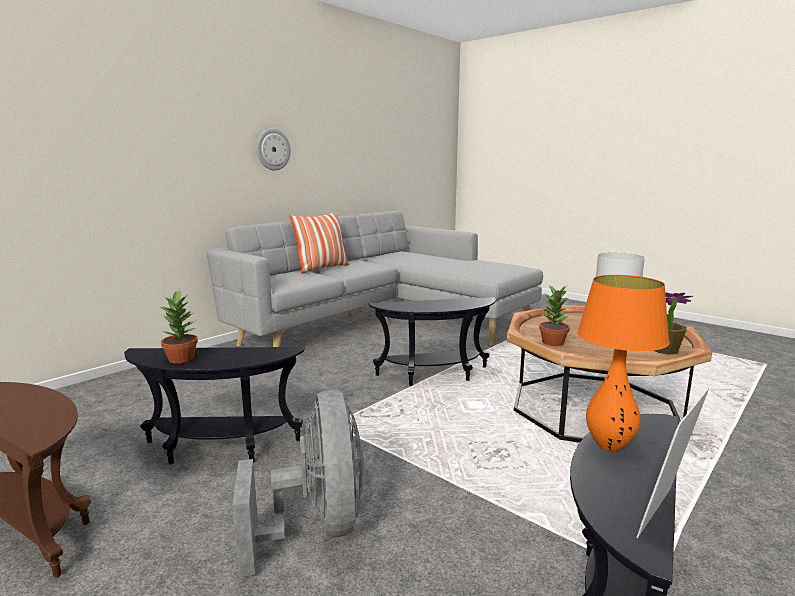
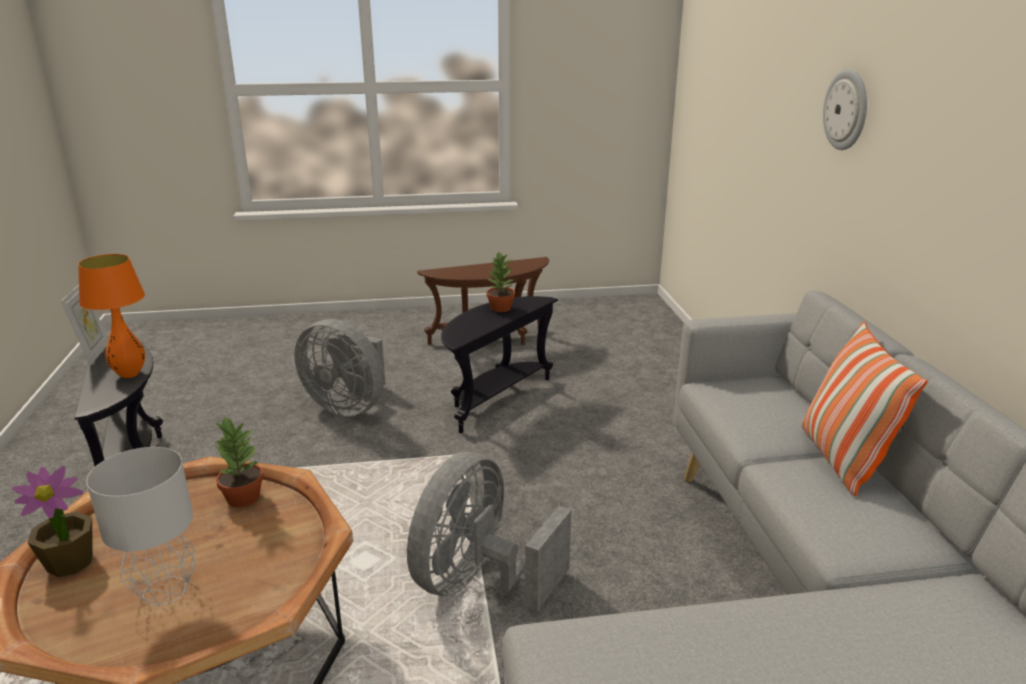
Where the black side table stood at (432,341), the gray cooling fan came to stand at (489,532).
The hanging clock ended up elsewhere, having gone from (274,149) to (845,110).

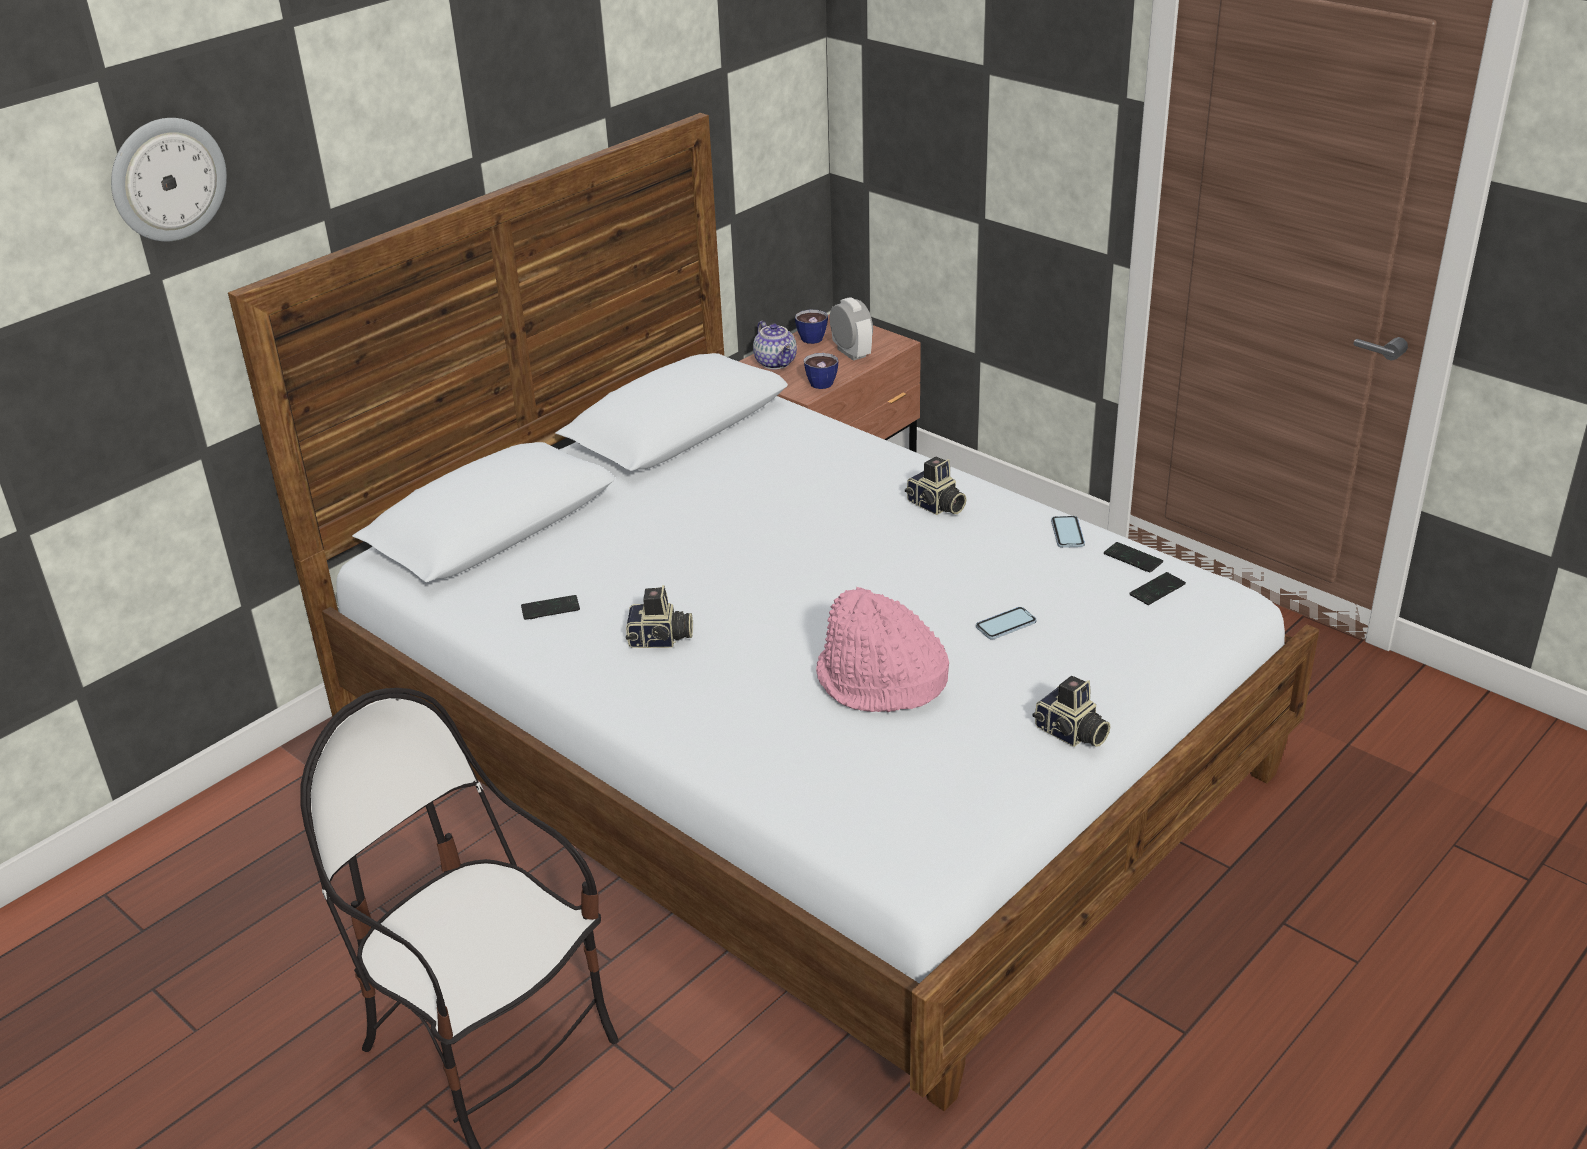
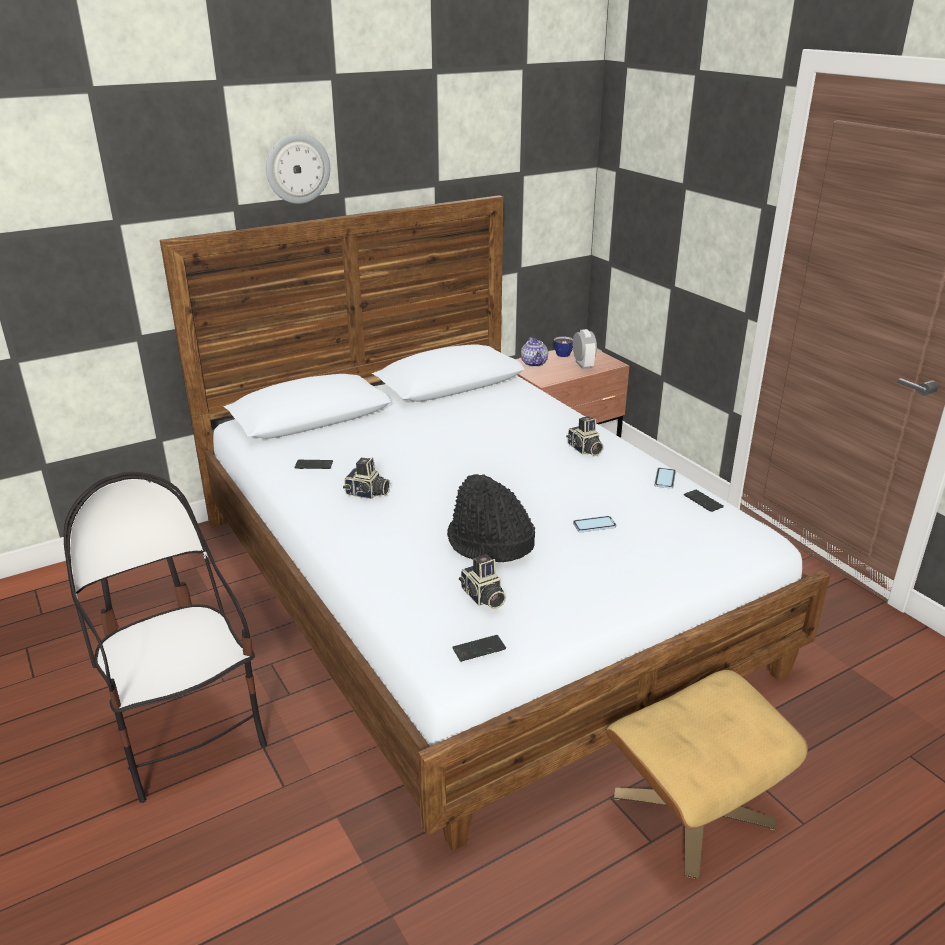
The hanging clock ended up elsewhere, having gone from (169,180) to (298,168).
What was the pinkish clothing hat at (882,649) turned into the black clothing hat at (491,518).
The handset ended up elsewhere, having gone from (1157,588) to (479,648).
The photo camera ended up elsewhere, having gone from (1071,711) to (482,581).
The second view gained the beige footrest at (707,774).
The second view lost the cup at (821,371).

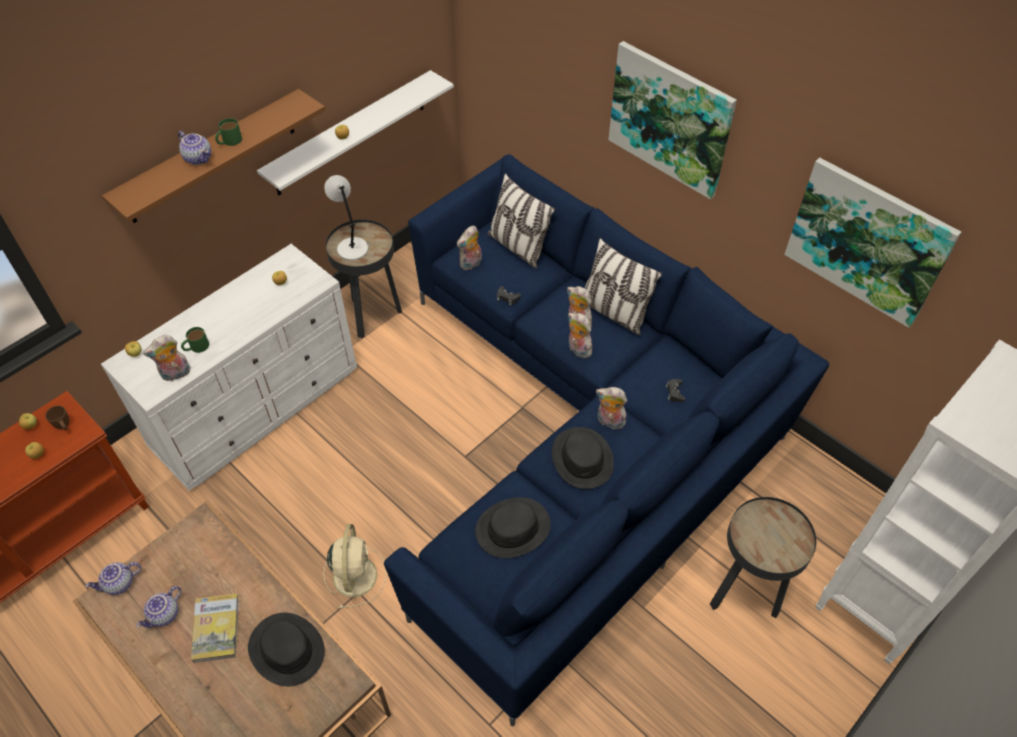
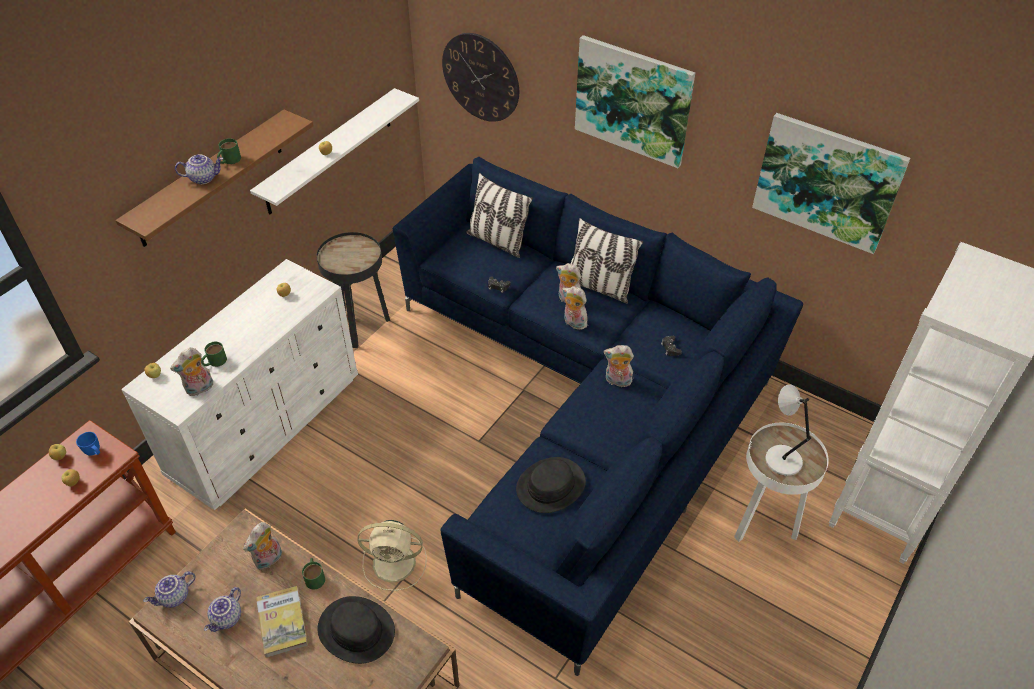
What was the brown tea mug at (57,418) turned into the blue tea mug at (88,444).
The teapot at (194,148) ended up facing another way, 45 degrees counterclockwise from before.
The cuddly toy ended up elsewhere, having gone from (469,248) to (262,546).
The second view gained the greenish tea mug at (313,574).
The beige cooling fan at (354,566) ended up facing another way, 105 degrees clockwise from before.
The second view gained the hanging clock at (480,77).
What was the black side table at (763,557) turned into the white side table at (781,482).
The gray lamp for a table ended up elsewhere, having gone from (346,217) to (788,430).
The second view lost the black clothing hat at (583,458).

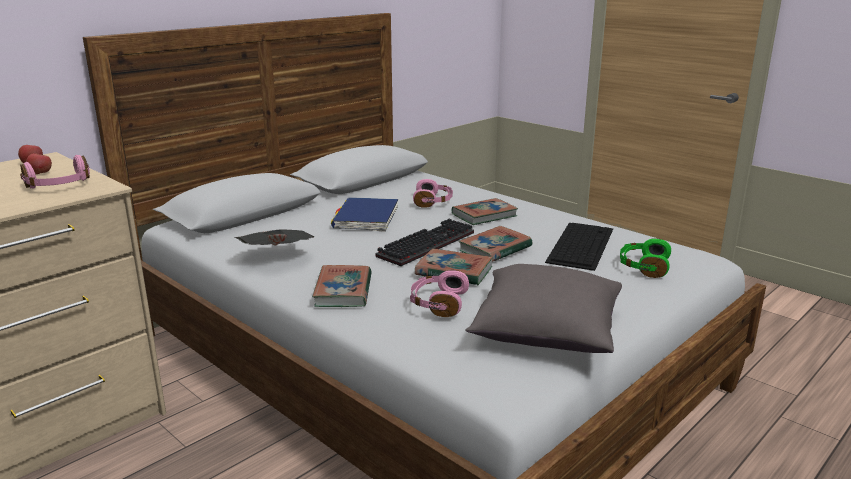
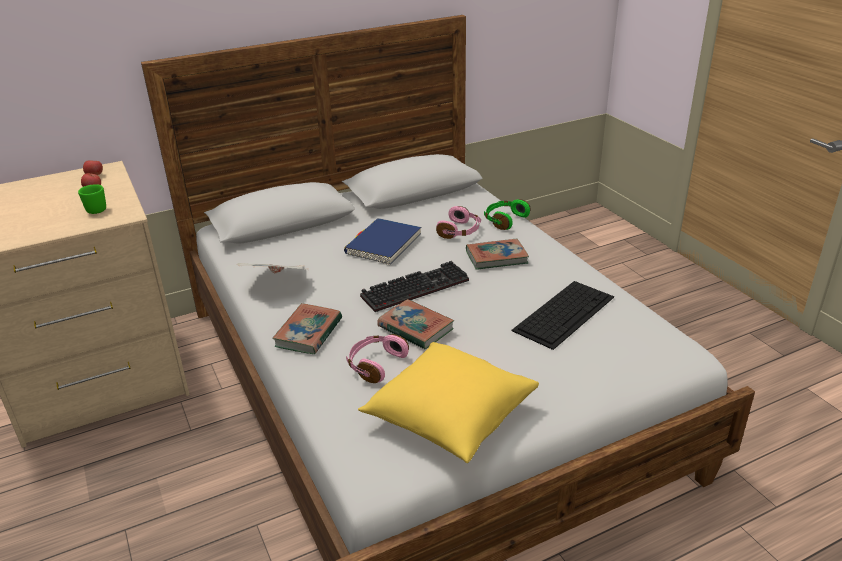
Where the pinkish pair of headphones stood at (55,172), the greenish tea mug came to stand at (92,199).
What was the gray cushion at (543,308) turned into the yellowish cushion at (448,402).
The greenish pair of headphones ended up elsewhere, having gone from (645,258) to (507,214).
The second view lost the bound book at (495,244).

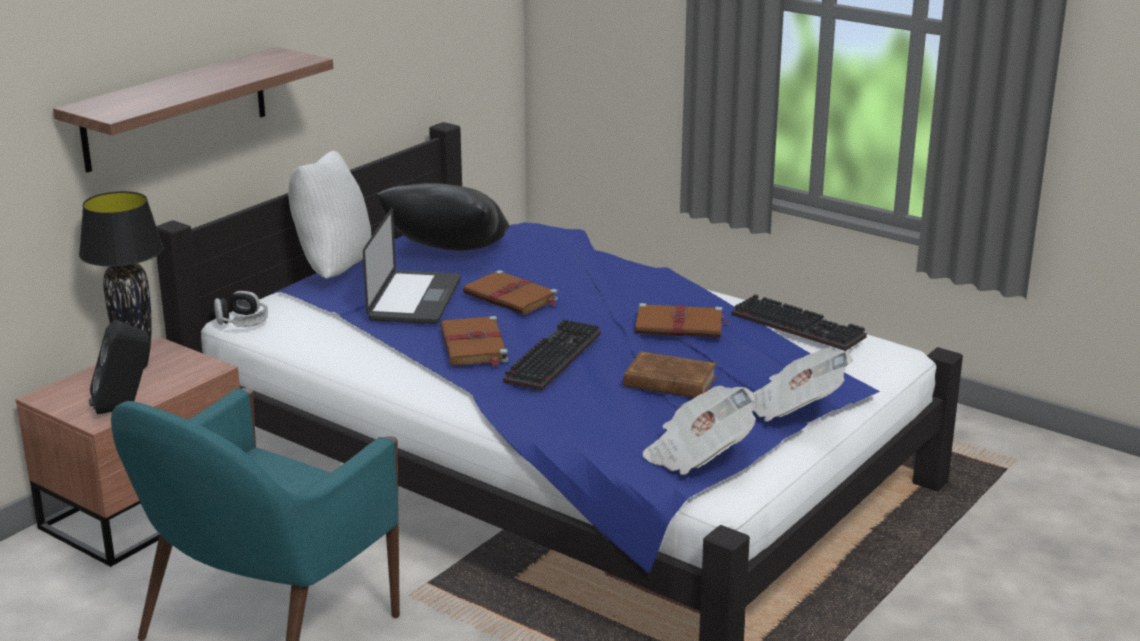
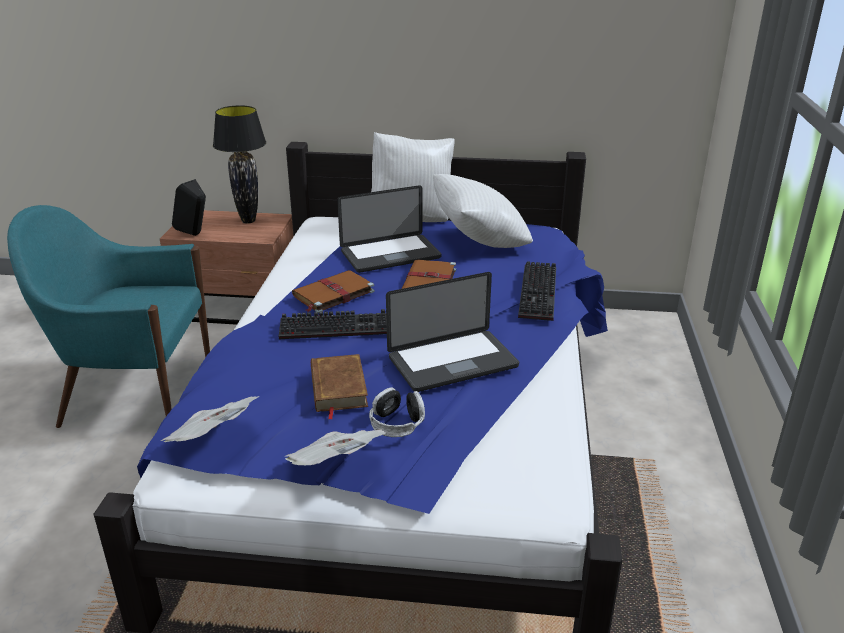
The pair of headphones ended up elsewhere, having gone from (241,309) to (397,412).
Where the brown bound book stood at (681,320), the notebook computer came to stand at (452,332).
What was the black cushion at (442,217) turned into the white cushion at (483,211).
The computer keyboard ended up elsewhere, having gone from (799,322) to (537,291).
The second view lost the wall shelf at (193,110).

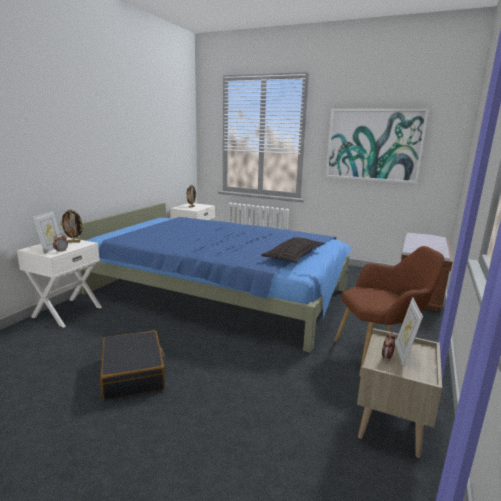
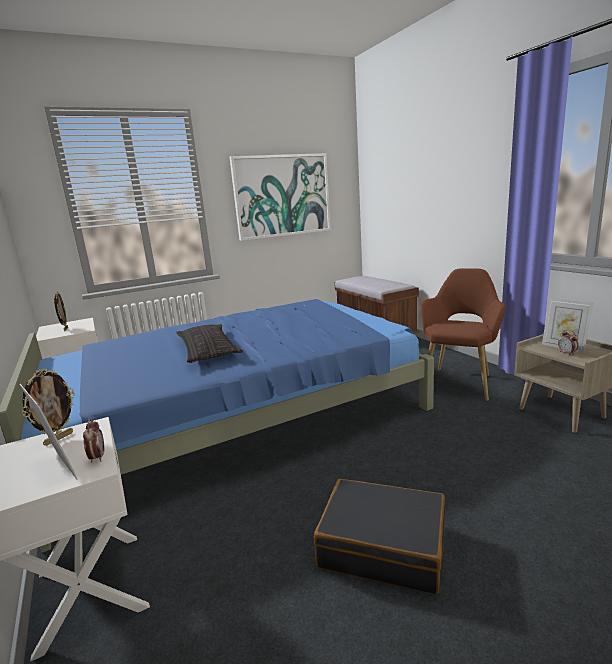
The cushion ended up elsewhere, having gone from (292,250) to (209,343).

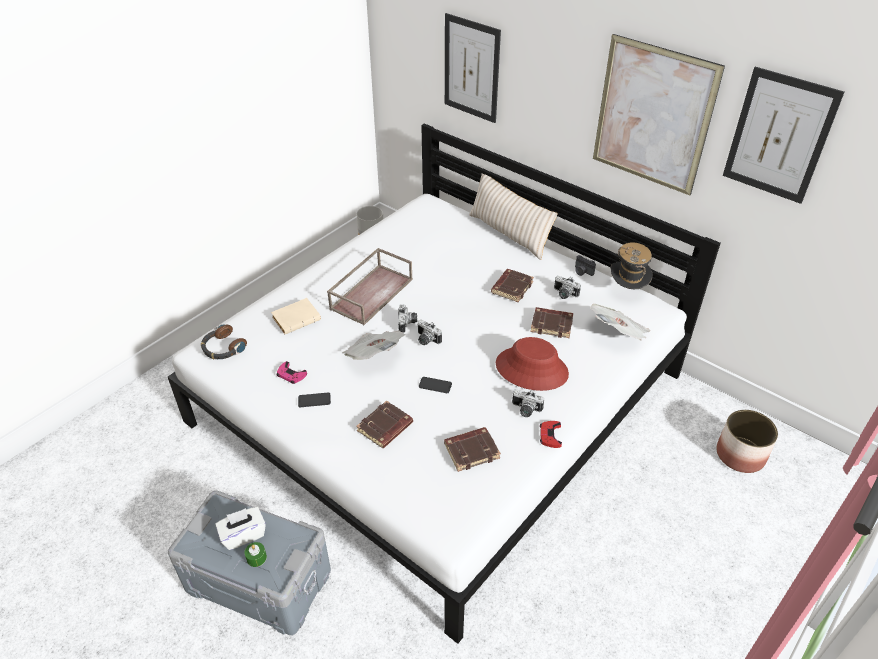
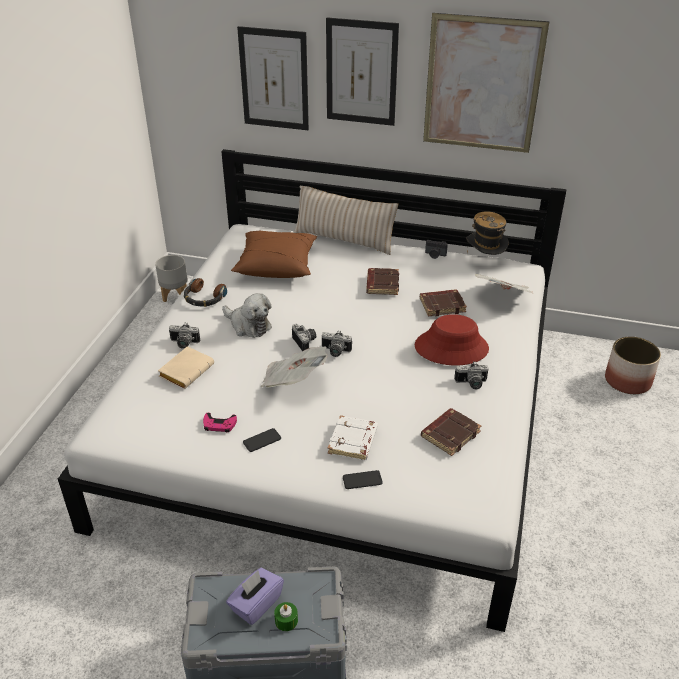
The photo camera ended up elsewhere, having gone from (567,287) to (184,336).
The pair of headphones ended up elsewhere, having gone from (224,341) to (205,292).
Where the brown tray stood at (370,286), the cuddly toy came to stand at (247,315).
What was the white tissue holder at (240,528) turned into the purple-coloured tissue holder at (255,596).
The second view gained the brown cushion at (274,254).
The wall picture ended up elsewhere, having gone from (783,135) to (362,71).
What was the brown bound book at (384,424) turned into the white bound book at (353,437).
The handset ended up elsewhere, having gone from (435,385) to (363,479).
The second view lost the red-coloured joypad at (551,434).

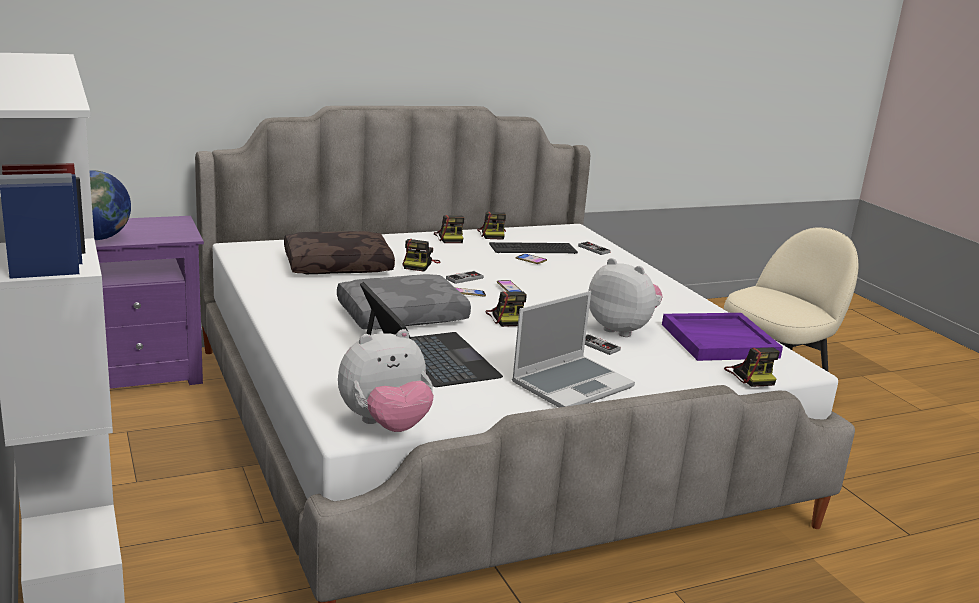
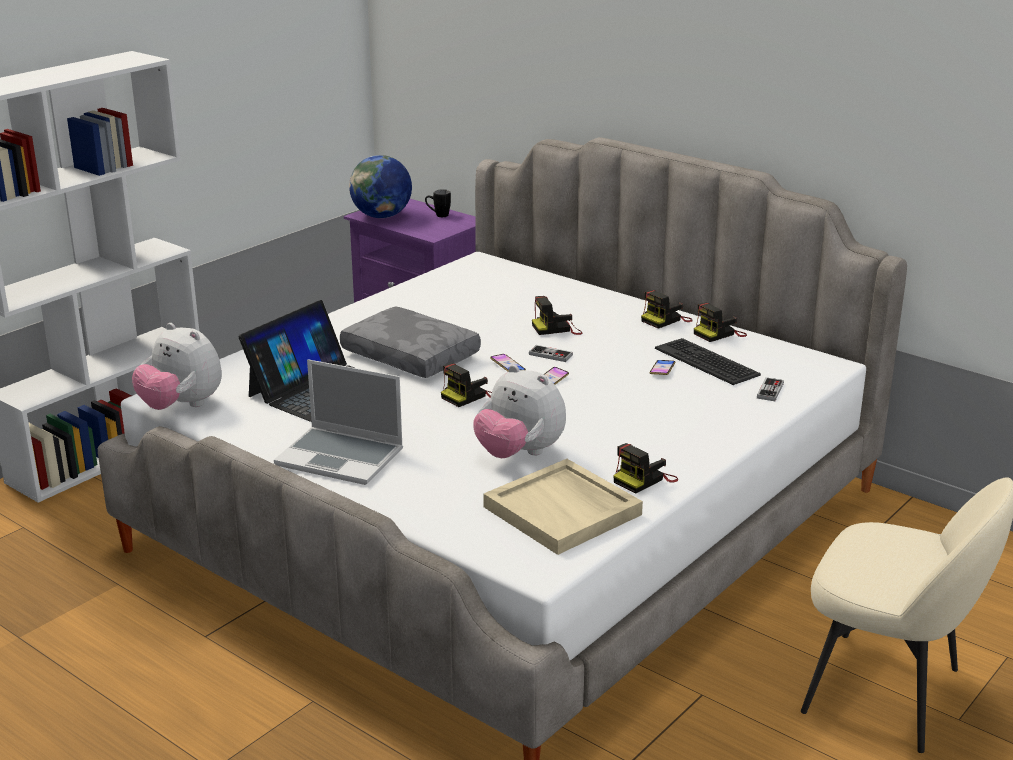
The second view gained the black tea mug at (438,203).
The cuddly toy at (625,297) ended up facing another way, 120 degrees clockwise from before.
What was the purple-coloured tray at (722,337) turned into the beige tray at (563,507).
The photo camera ended up elsewhere, having gone from (752,367) to (645,468).
The second view lost the brown cushion at (339,252).
The second view lost the joypad at (603,344).

